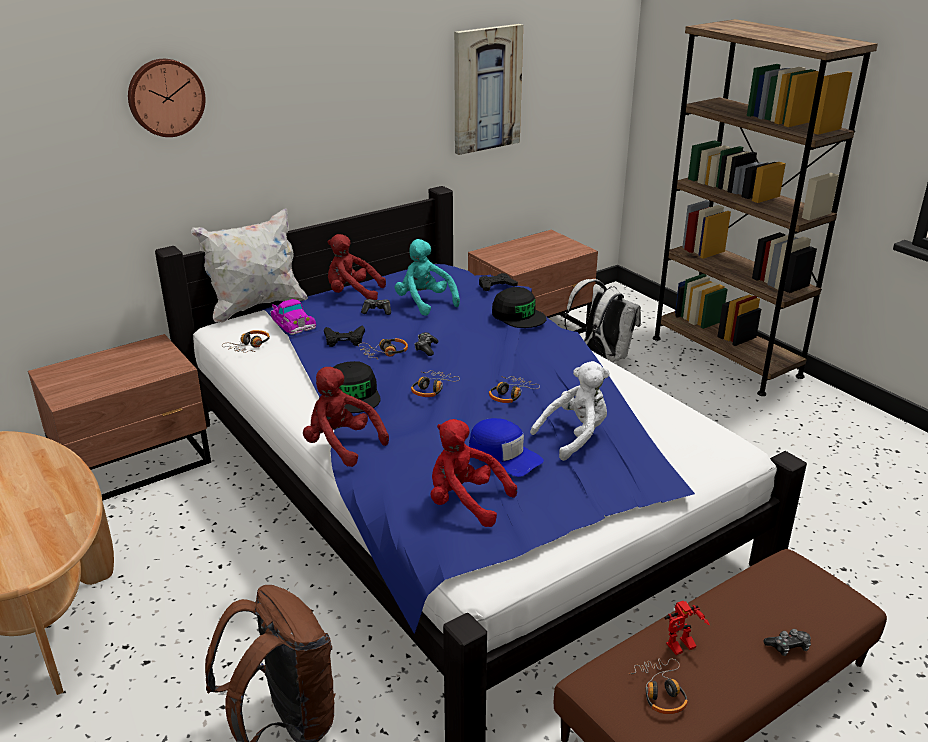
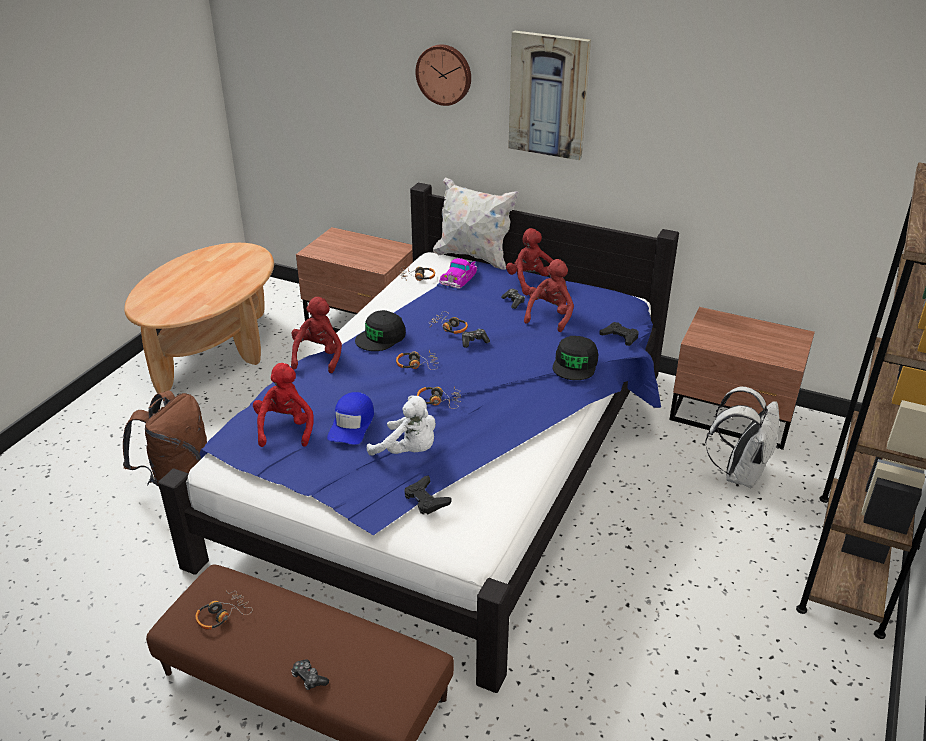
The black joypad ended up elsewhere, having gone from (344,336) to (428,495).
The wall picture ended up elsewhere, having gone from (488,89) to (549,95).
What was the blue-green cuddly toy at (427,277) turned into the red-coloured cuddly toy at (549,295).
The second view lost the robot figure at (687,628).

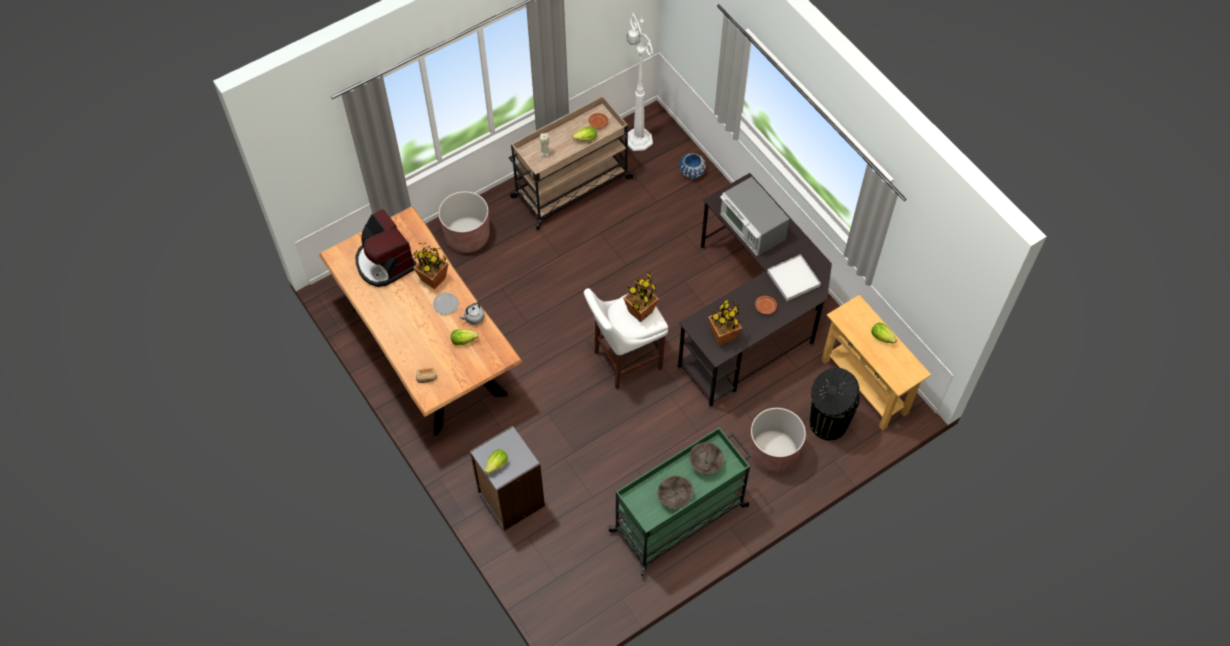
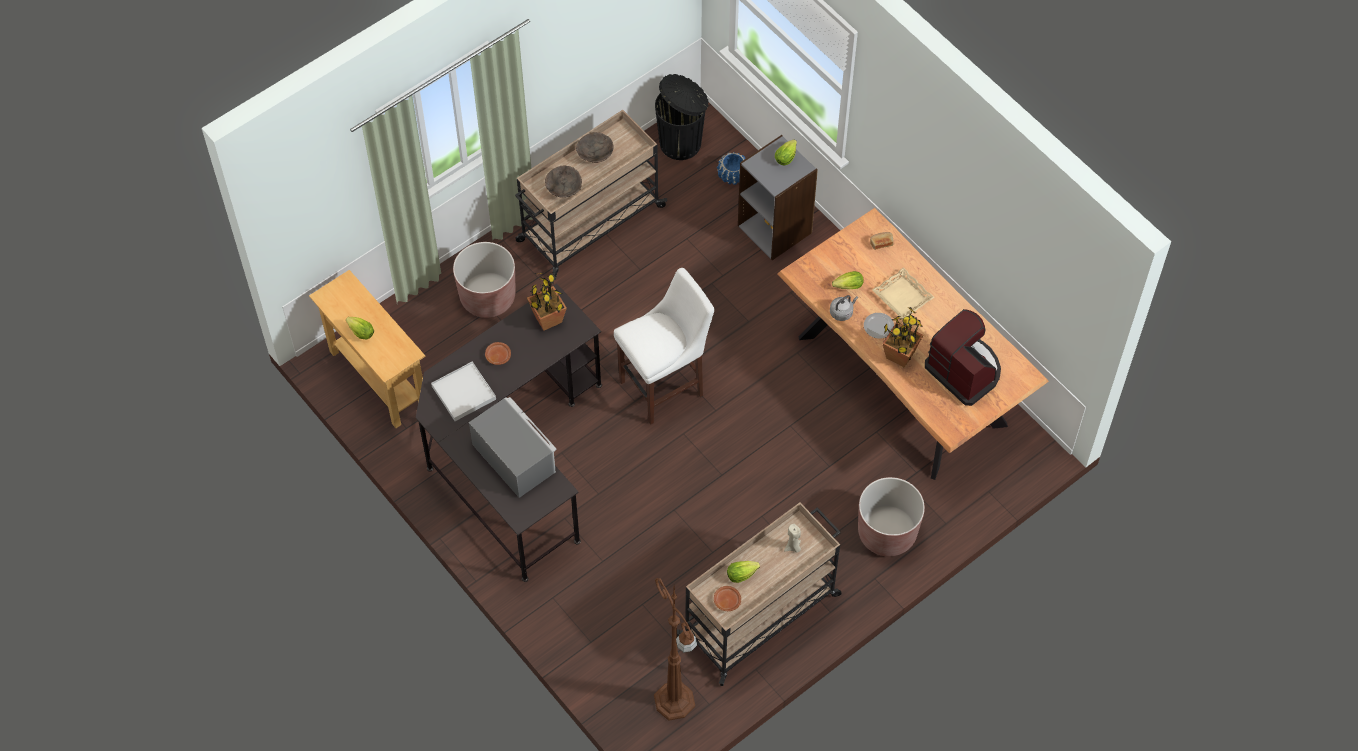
What was the greenish cart at (679,502) turned into the beige cart at (591,193).
What was the white standard lamp at (639,81) turned into the brown standard lamp at (675,649).
The black waste bin ended up elsewhere, having gone from (835,404) to (682,117).
The blue planter ended up elsewhere, having gone from (692,166) to (731,168).
The second view gained the beige tray at (903,293).
The second view lost the houseplant at (641,297).

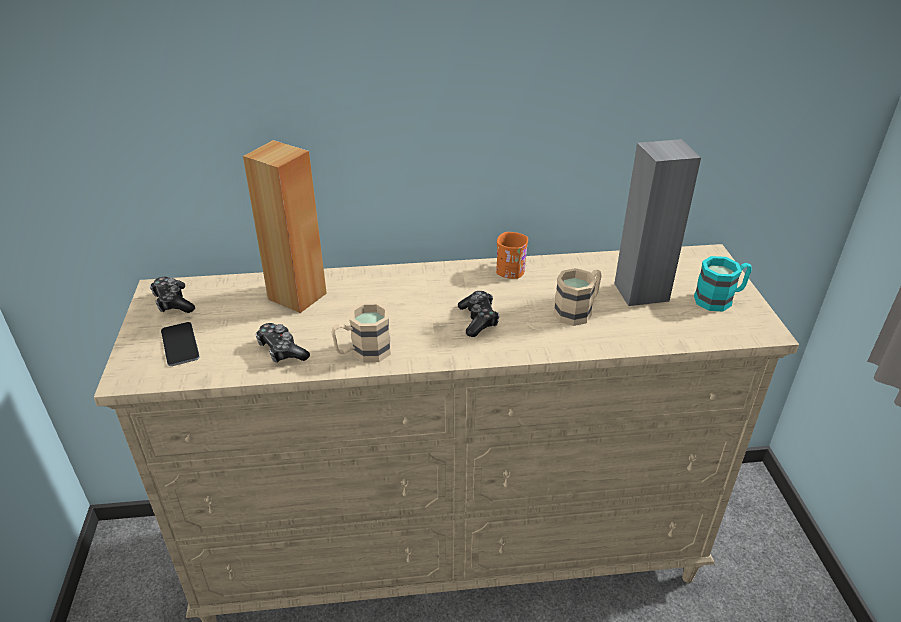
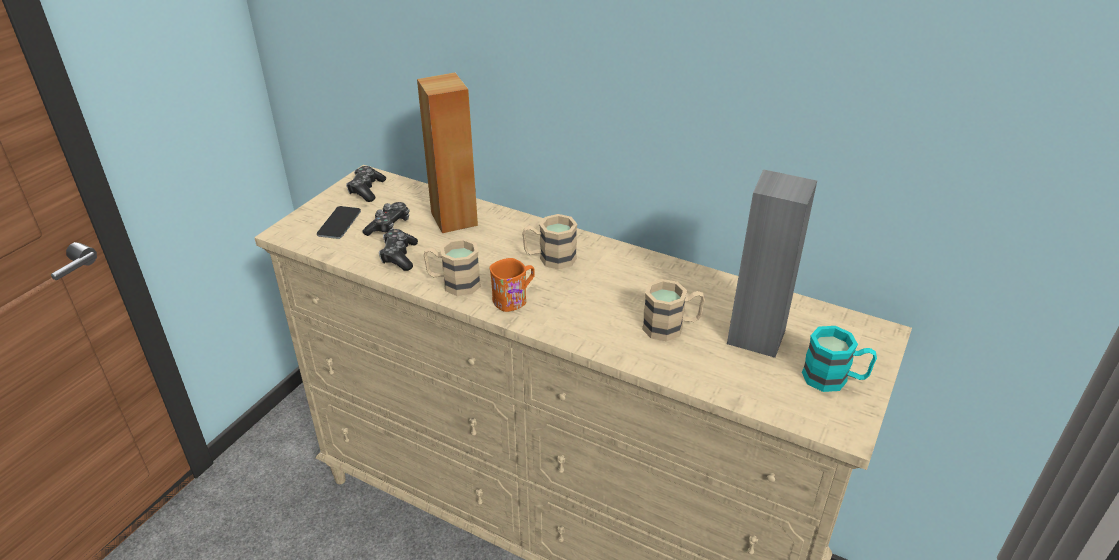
The joypad ended up elsewhere, having gone from (478,314) to (386,219).
The orangey tea mug ended up elsewhere, having gone from (512,255) to (512,285).
The second view gained the beige tea mug at (549,242).

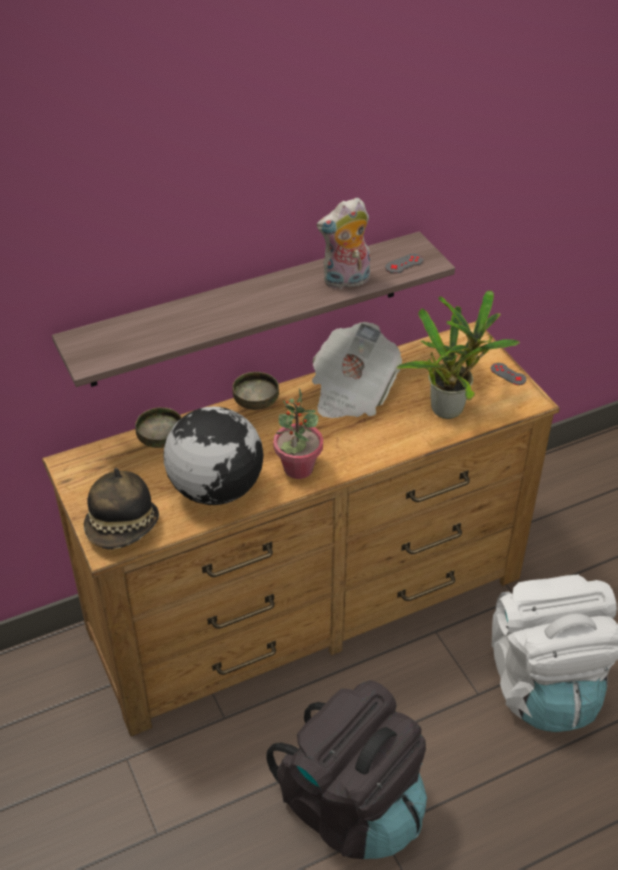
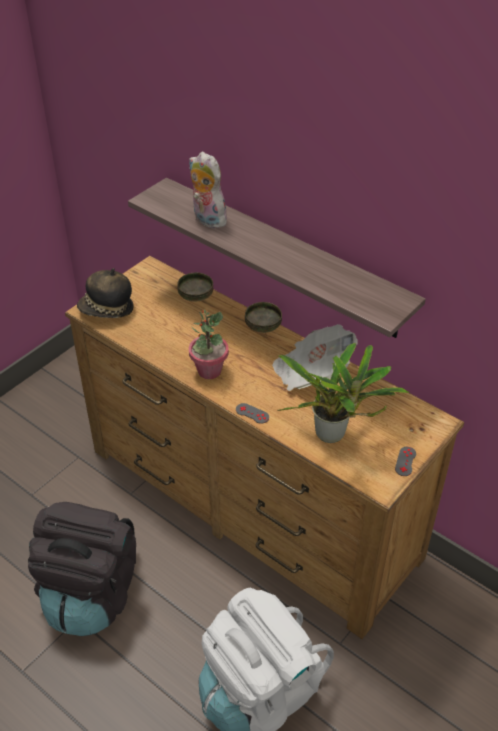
The cuddly toy ended up elsewhere, having gone from (343,243) to (208,190).
The gray joypad ended up elsewhere, having gone from (404,264) to (252,413).
The second view lost the globe at (213,456).

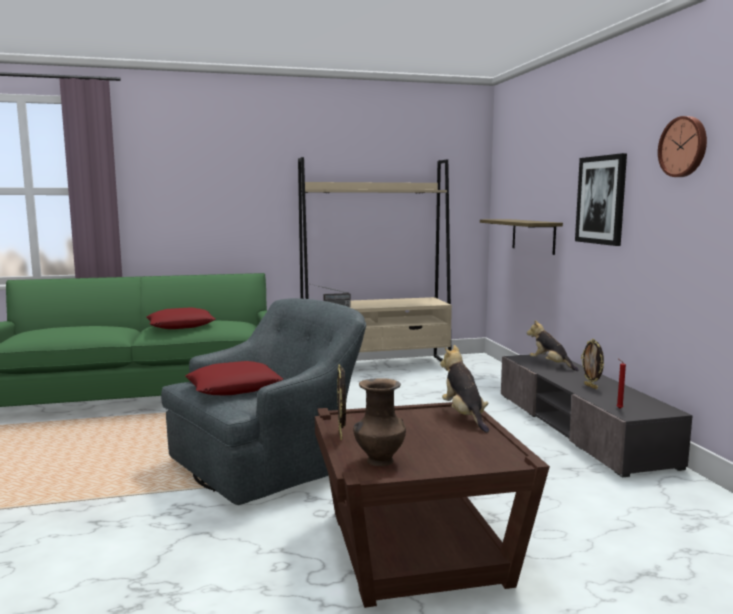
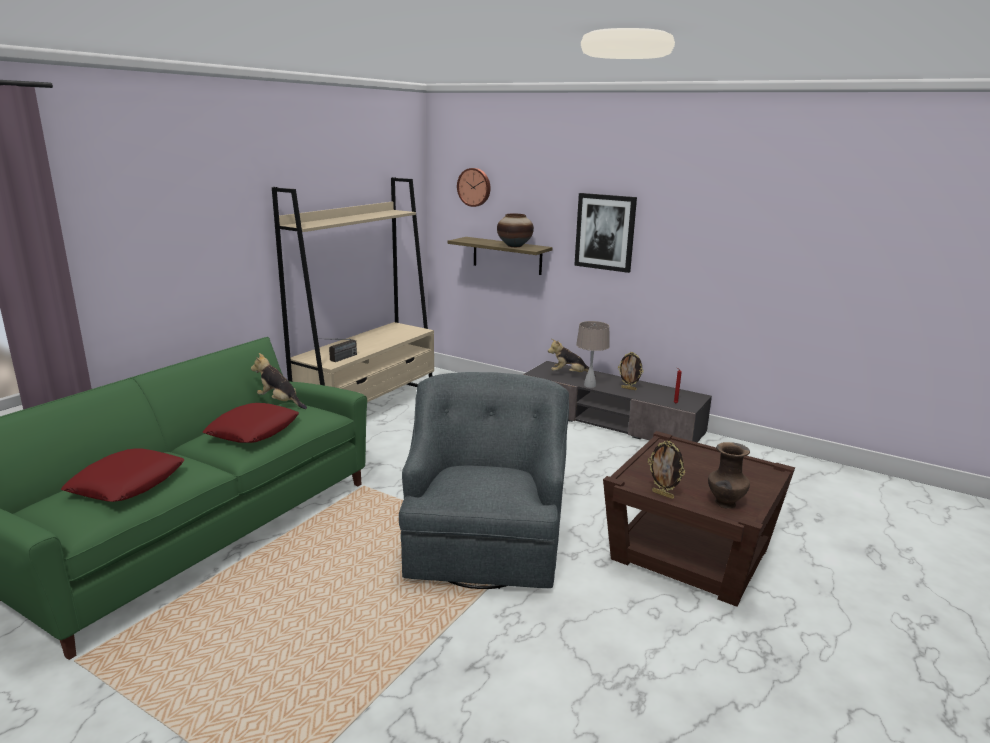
The red-coloured cushion ended up elsewhere, having gone from (234,378) to (123,475).
The cuddly toy ended up elsewhere, having gone from (464,389) to (279,381).
The hanging clock ended up elsewhere, having gone from (682,146) to (473,187).
The second view gained the decorative vase at (515,230).
The second view gained the beige lamp for a table at (593,354).

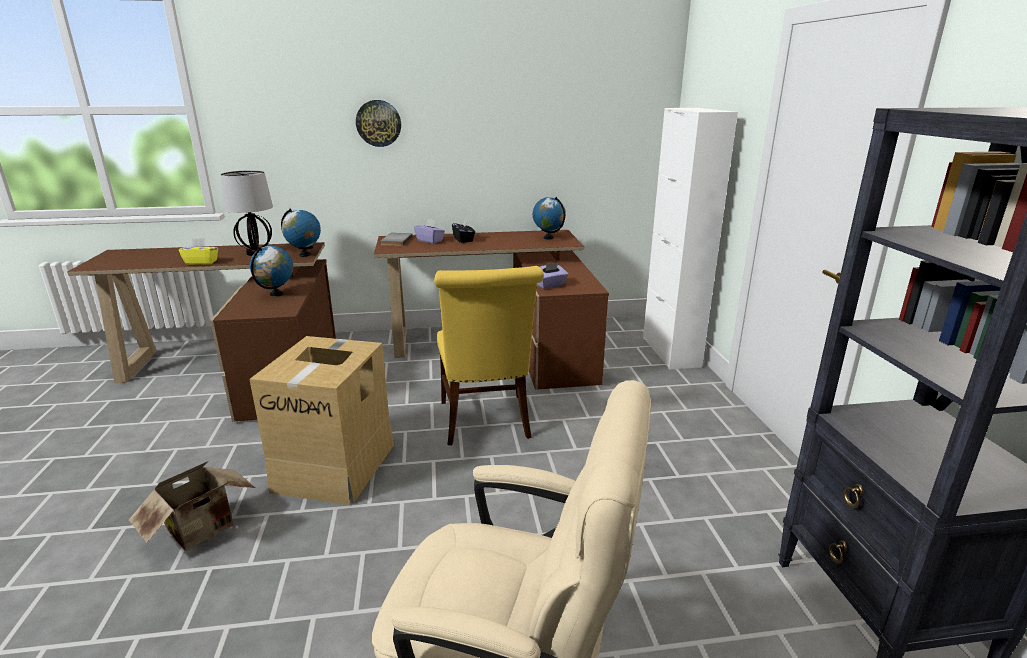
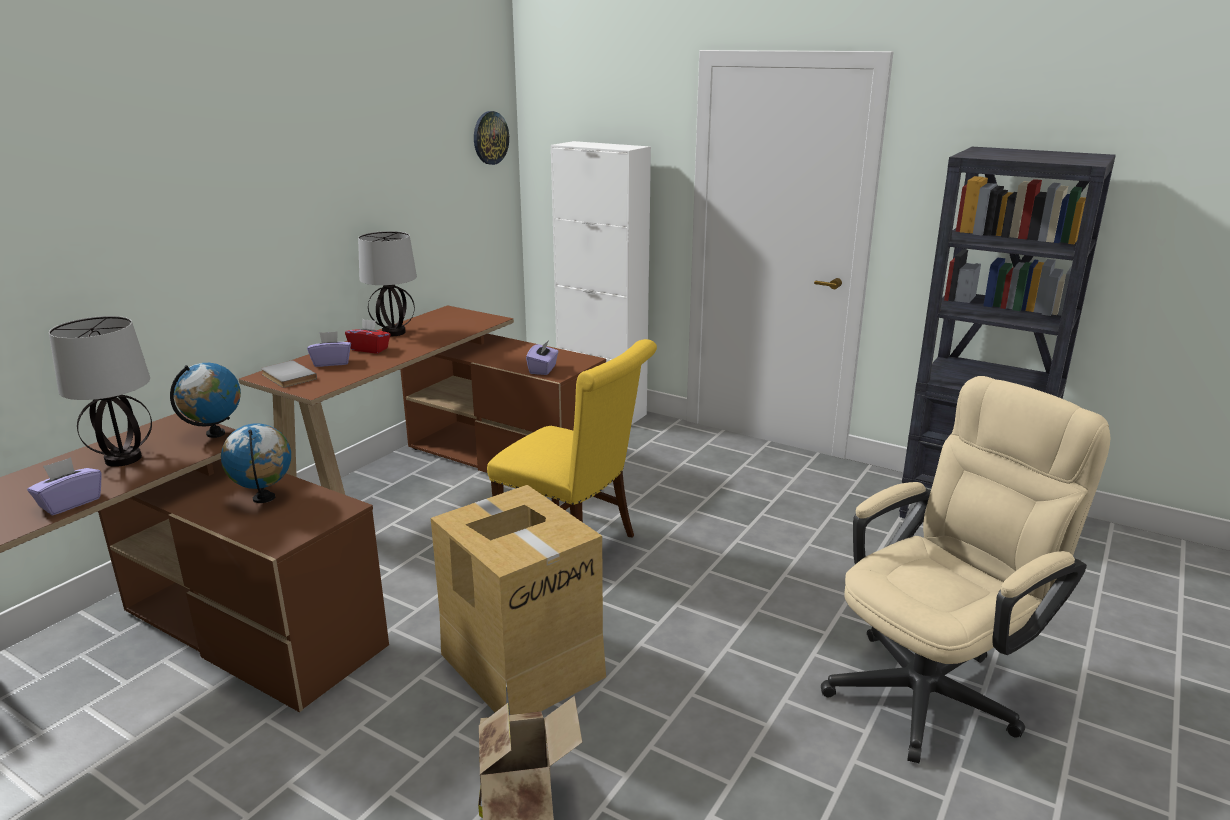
What was the yellowish tissue holder at (198,251) turned into the purple-coloured tissue holder at (64,486).
What was the black tissue holder at (463,230) turned into the red-coloured tissue holder at (368,336).
The second view gained the lamp for a table at (387,283).
The hanging clock ended up elsewhere, having gone from (378,123) to (491,138).
The second view lost the globe at (549,218).

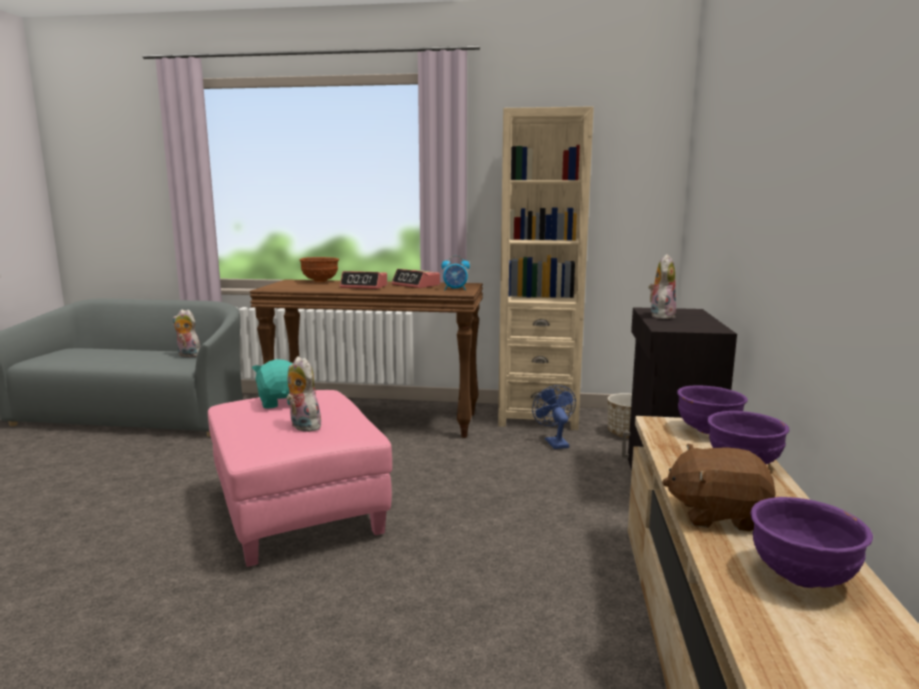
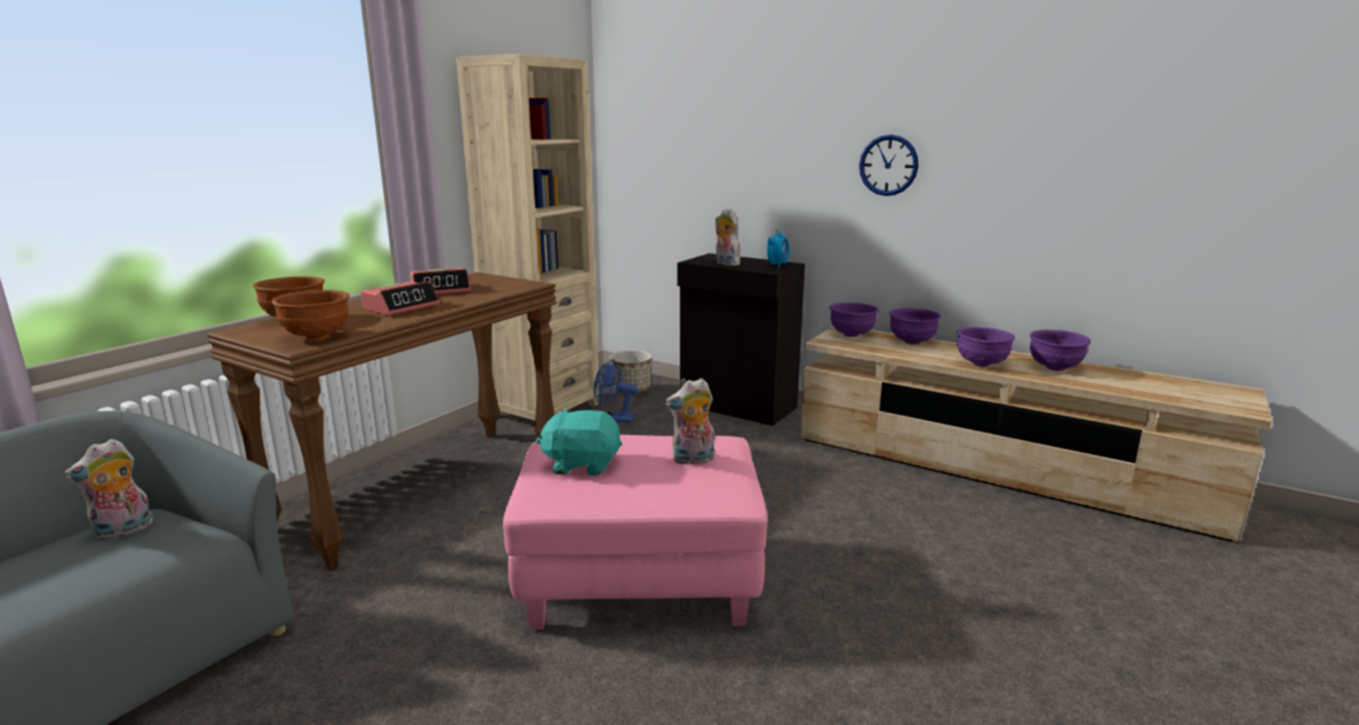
The second view gained the brown deep dish at (311,315).
The bedside clock ended up elsewhere, having gone from (455,273) to (778,248).
The second view gained the hanging clock at (888,165).
Where the brown cuddly toy stood at (719,488), the purple-coloured deep dish came to stand at (986,347).

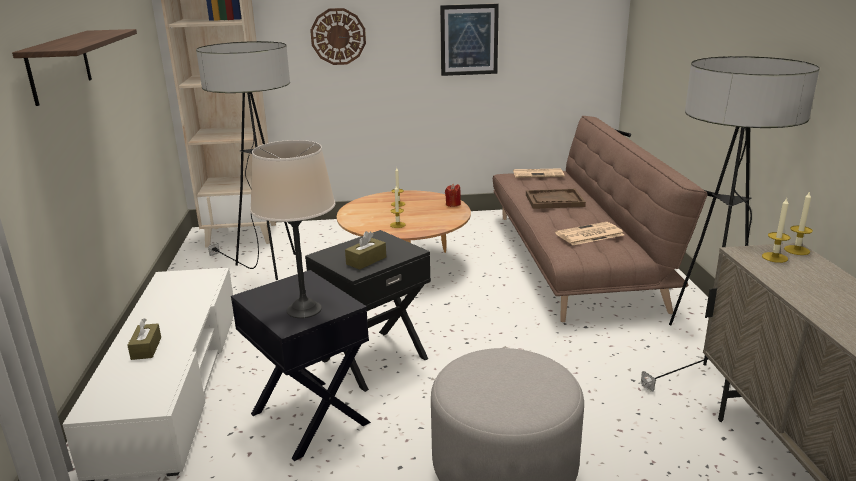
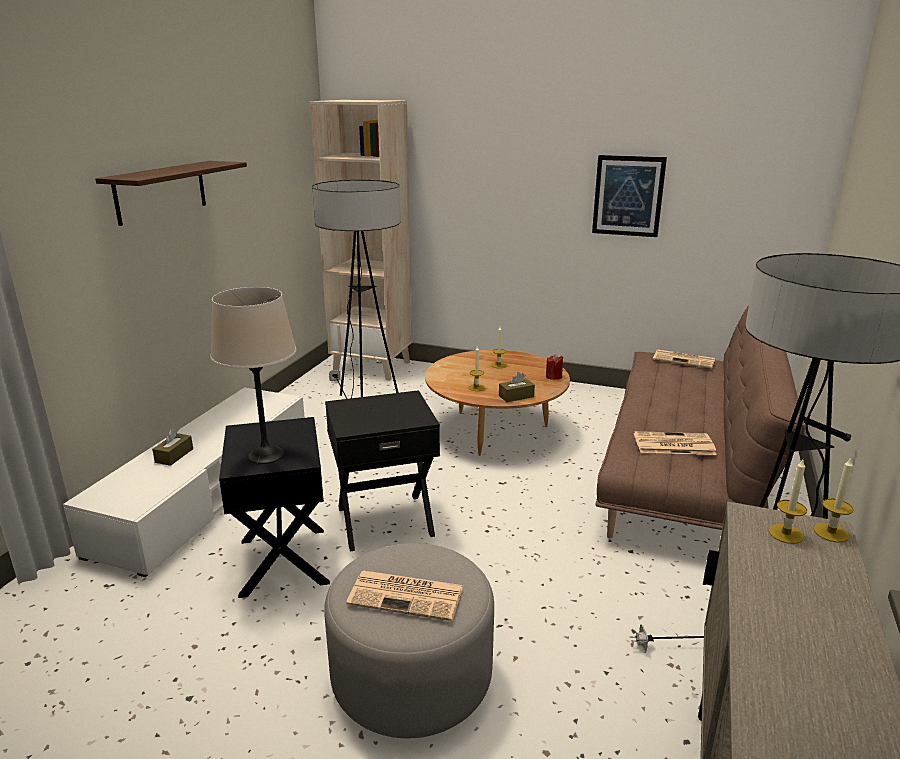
The second view gained the daily paper at (404,595).
The brown tissue holder ended up elsewhere, having gone from (365,250) to (517,387).
The second view lost the hanging clock at (338,36).
The second view lost the brown tray at (556,199).

